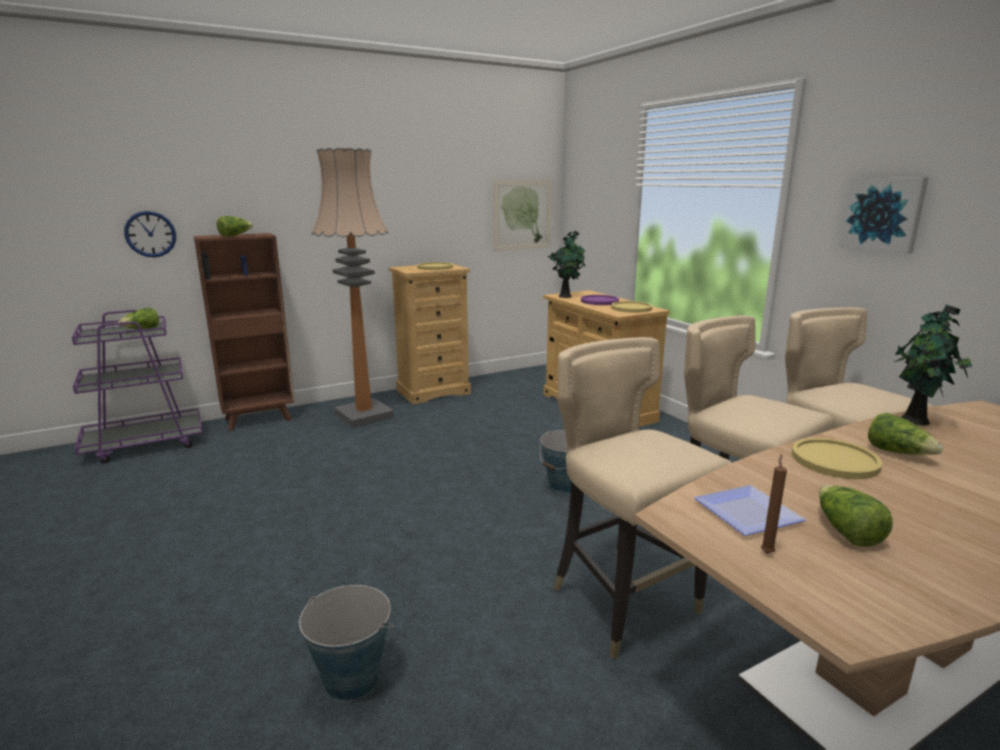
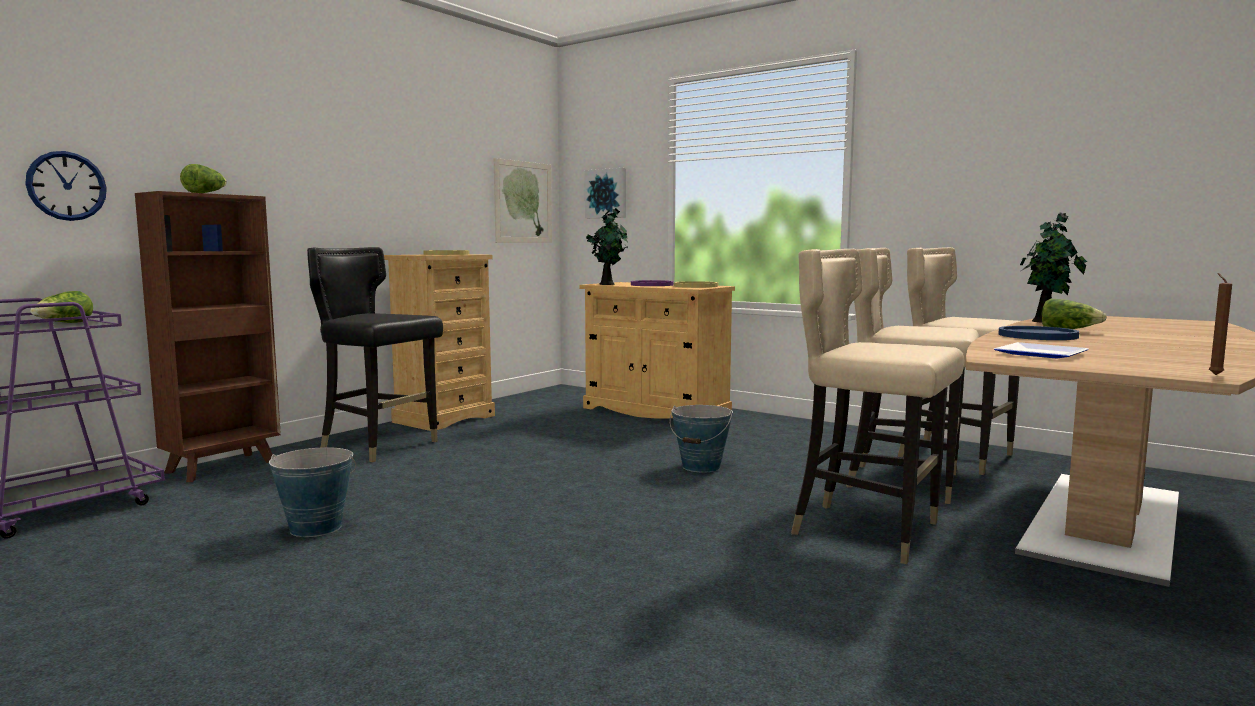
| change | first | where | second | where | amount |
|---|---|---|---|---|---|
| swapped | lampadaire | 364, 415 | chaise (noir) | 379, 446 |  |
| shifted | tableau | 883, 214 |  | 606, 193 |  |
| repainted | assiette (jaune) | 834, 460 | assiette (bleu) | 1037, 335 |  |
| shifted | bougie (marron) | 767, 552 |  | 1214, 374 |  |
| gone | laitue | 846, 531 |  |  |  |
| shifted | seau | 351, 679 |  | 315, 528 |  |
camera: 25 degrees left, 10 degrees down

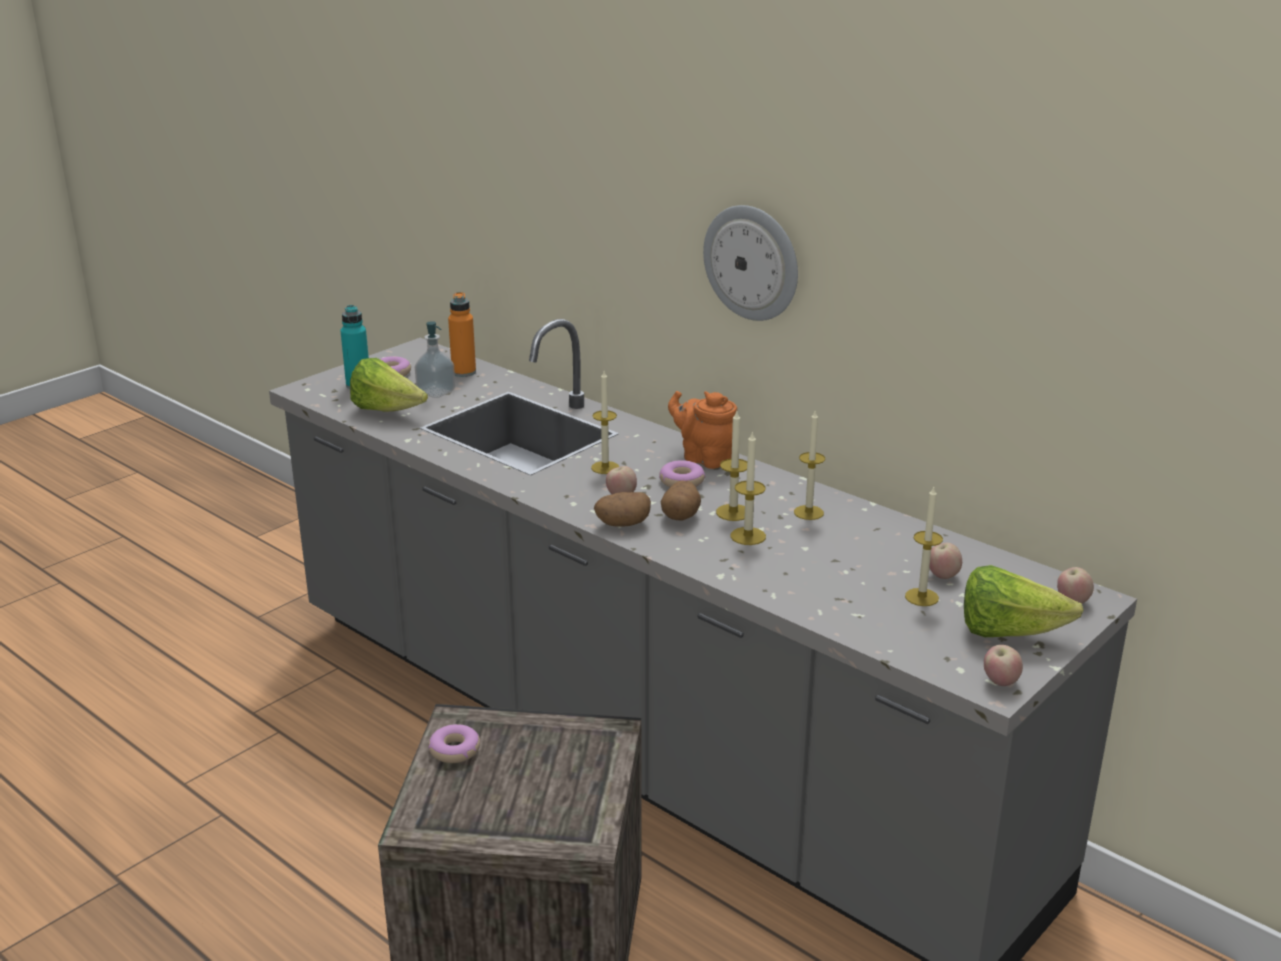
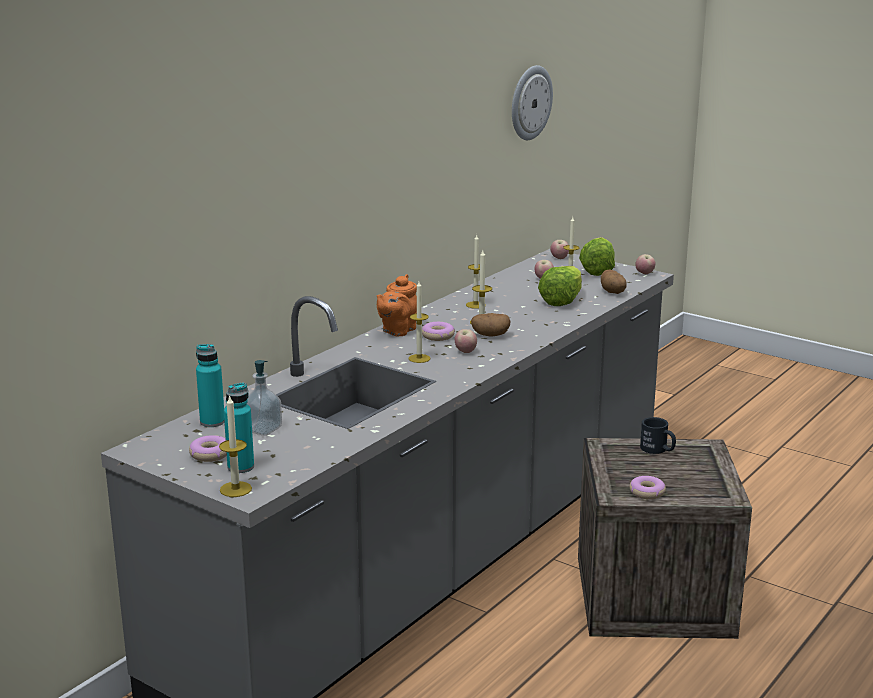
| change | first | where | second | where | amount |
|---|---|---|---|---|---|
| shifted | horloge murale | 752, 262 |  | 530, 102 |  |
| repainted | bouteille (orange) | 464, 372 | bouteille (turquoise) | 212, 422 |  |
| shifted | laitue | 387, 410 |  | 562, 301 |  |
| shifted | bougie | 748, 536 |  | 235, 489 |  |
| shifted | pomme de terre | 622, 524 |  | 613, 292 |  |
| new |  |  | mug (noir) | 658, 450 |  |
camera: 95 degrees left, 5 degrees down

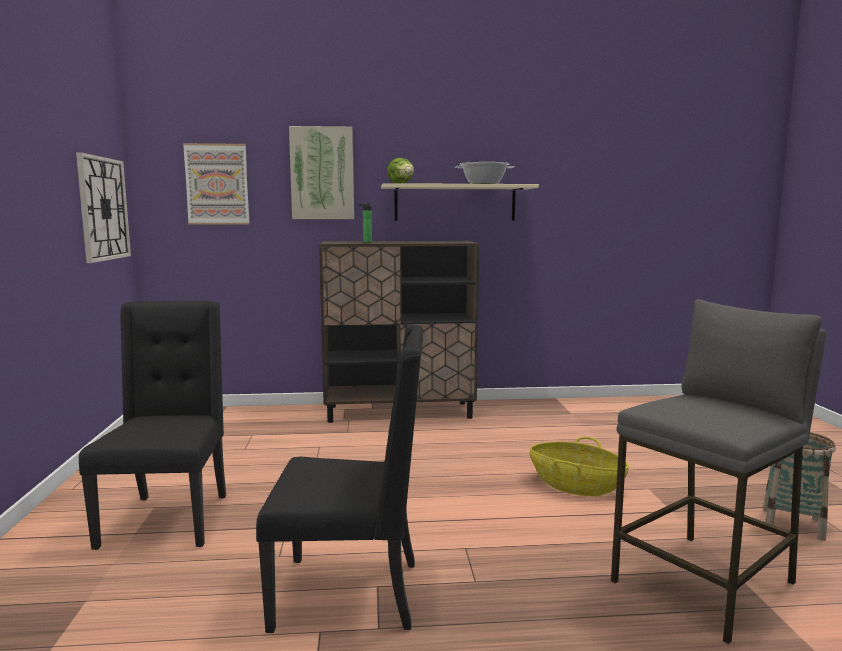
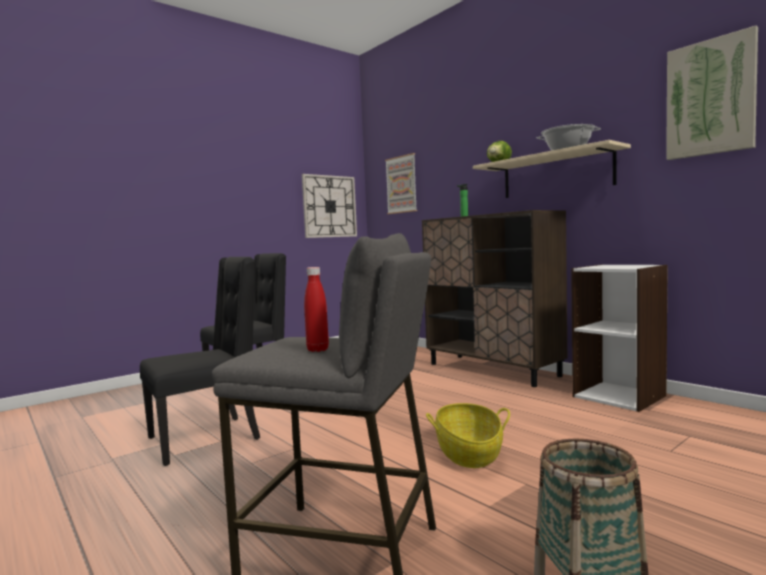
| change | first | where | second | where | amount |
|---|---|---|---|---|---|
| shifted | tableau | 322, 173 |  | 710, 98 |  |
| rotated | chaise (noir) | 351, 594 |  | 206, 438 | 90 degrees counterclockwise |
| new |  |  | bibliothèque (blanc) | 619, 396 |  |
| new |  |  | bouteille (rouge) | 317, 350 |  |
camera: 55 degrees right, 5 degrees down

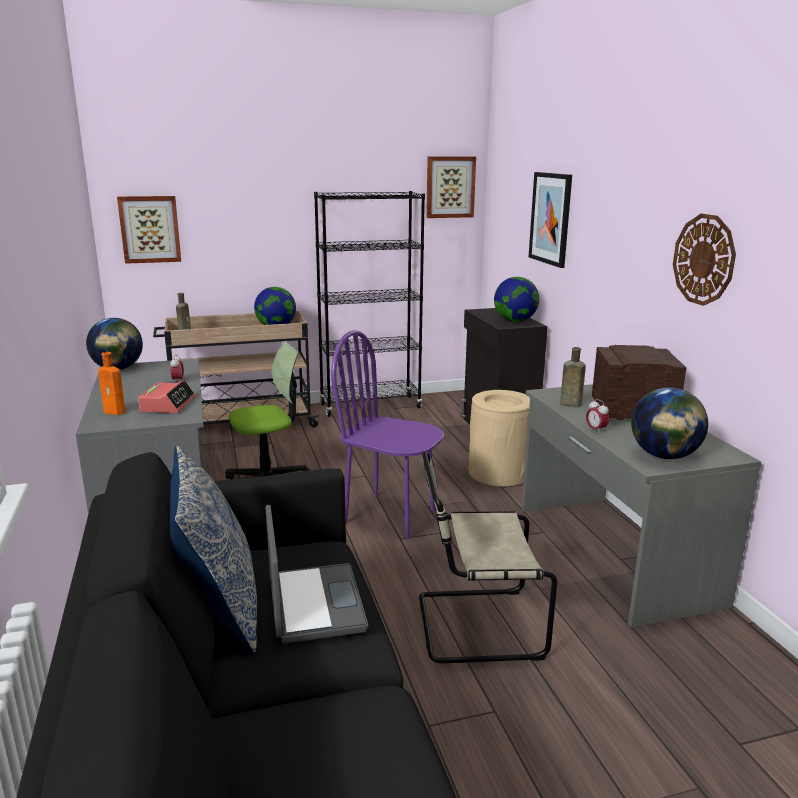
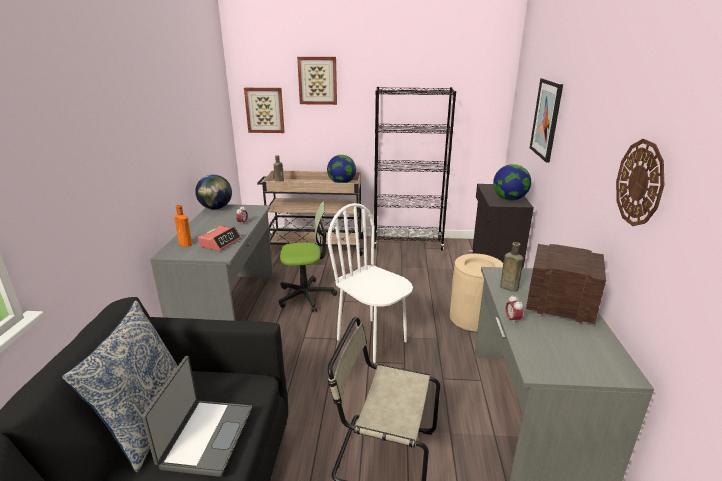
| change | first | where | second | where | amount |
|---|---|---|---|---|---|
| shifted | tableau | 450, 187 |  | 317, 80 |  |
| repainted | chaise (violet) | 390, 515 | chaise (blanc) | 372, 340 |  |
| gone | globe | 664, 456 |  |  |  |
camera: 20 degrees right, 5 degrees up

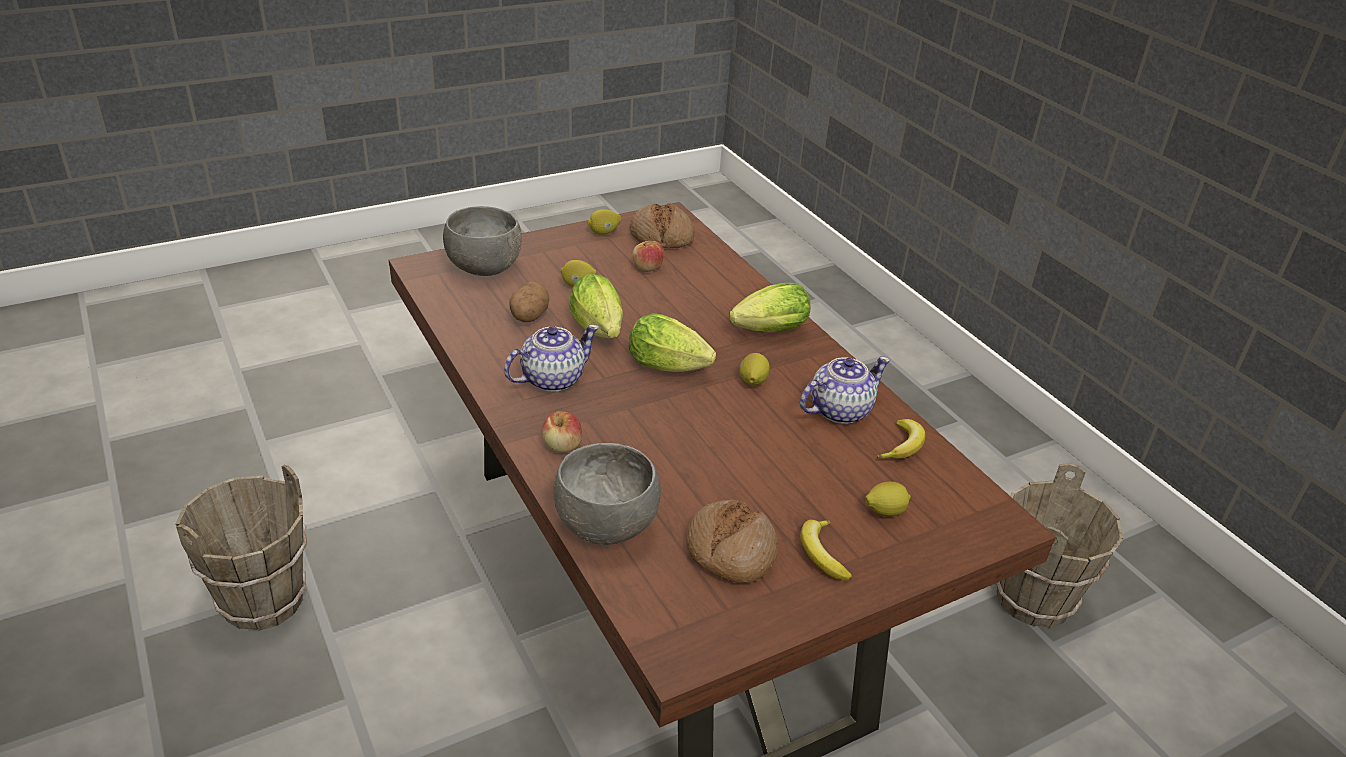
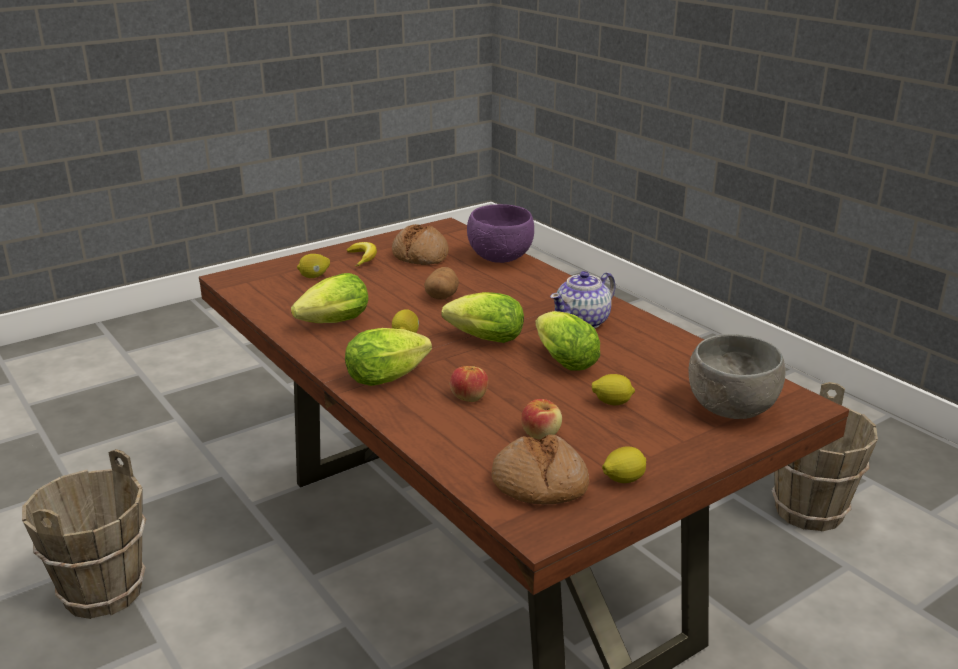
| change | first | where | second | where | amount |
|---|---|---|---|---|---|
| shifted | pomme de terre | 528, 317 |  | 442, 296 |  |
| swapped | théière | 838, 410 | laitue | 330, 324 |  |
| shifted | pomme | 562, 446 |  | 469, 397 |  |
| gone | banane | 903, 446 |  |  |  |
| repainted | bol (gris) | 608, 526 | bol (violet) | 499, 258 |  |
camera: 175 degrees right, 10 degrees down

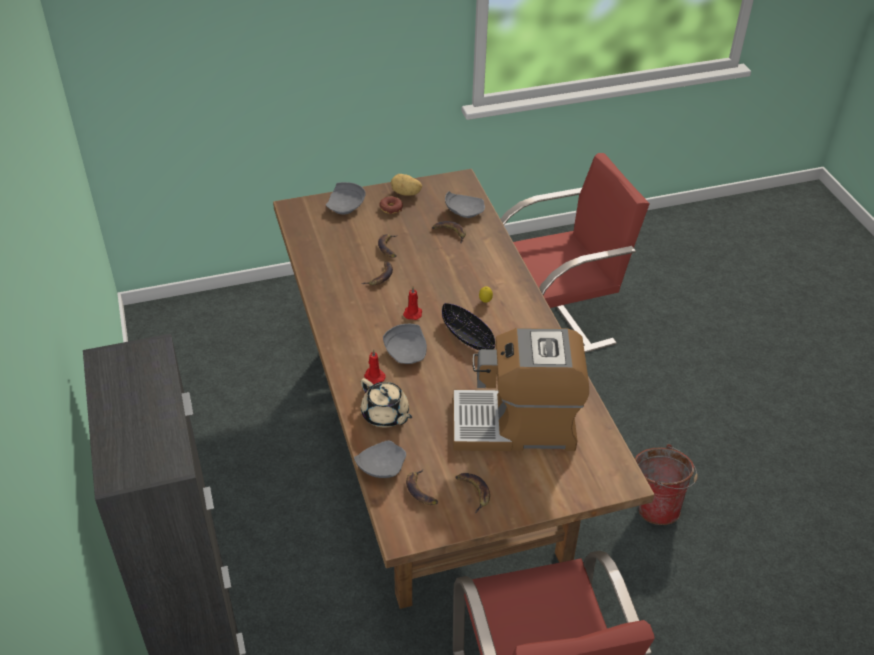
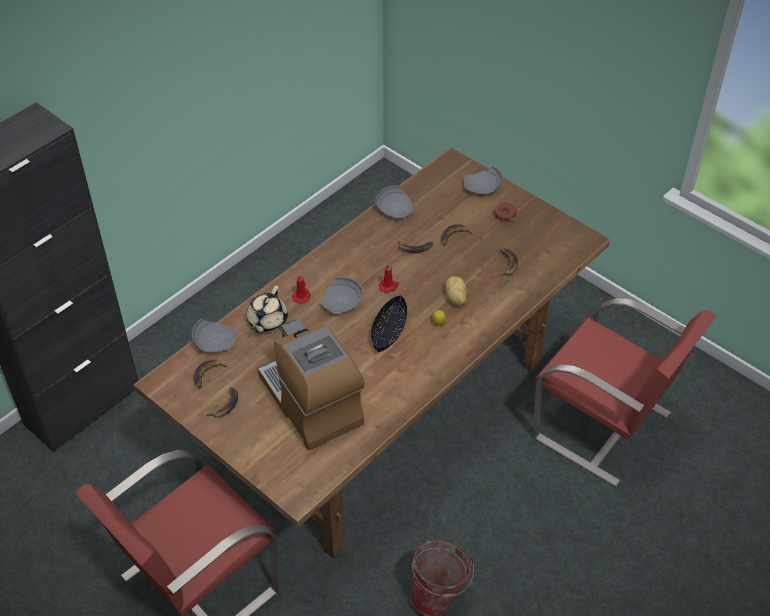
| change | first | where | second | where | amount |
|---|---|---|---|---|---|
| shifted | pomme de terre | 406, 193 |  | 455, 298 |  |
| shifted | assiette (gris) | 463, 211 |  | 395, 209 |  |
camera: 60 degrees right, 5 degrees up

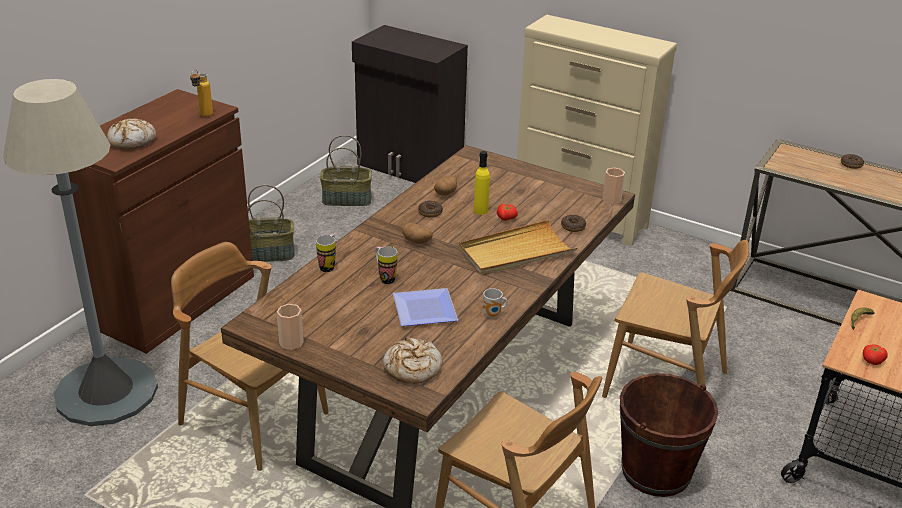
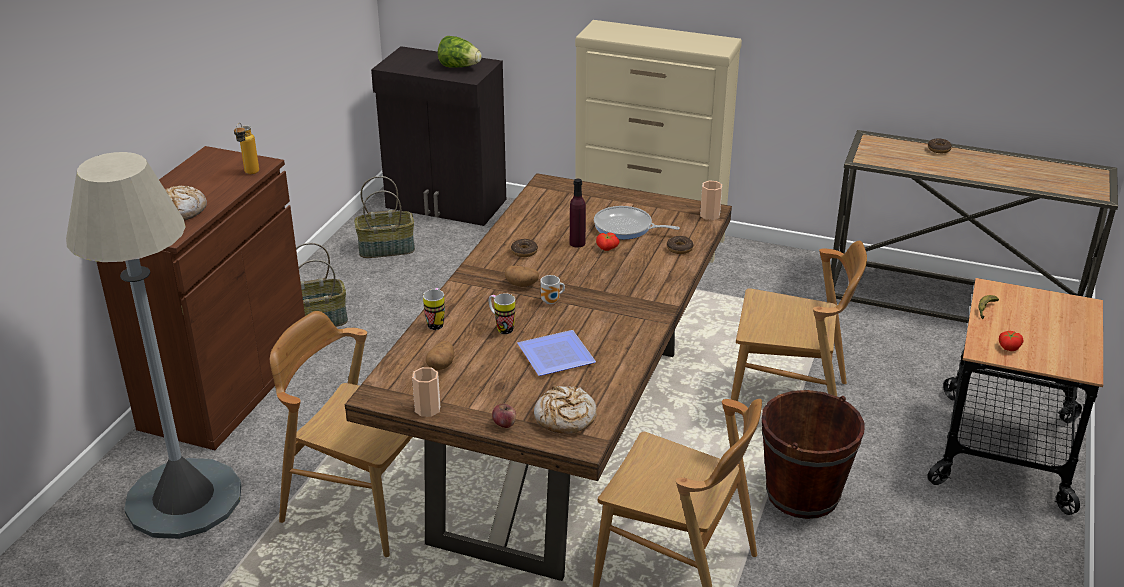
| change | first | where | second | where | amount |
|---|---|---|---|---|---|
| repainted | bouteille (jaune) | 480, 210 | bouteille (violet) | 577, 243 |  |
| shifted | pomme de terre | 446, 193 |  | 441, 365 |  |
| gone | plateau (beige) | 516, 252 |  |  |  |
| shifted | mug | 493, 315 |  | 552, 301 |  |
| new |  |  | laitue | 459, 67 |  |
| new |  |  | poêle | 626, 227 |  |
| new |  |  | pomme | 504, 424 |  |
camera: 10 degrees left, 0 degrees up

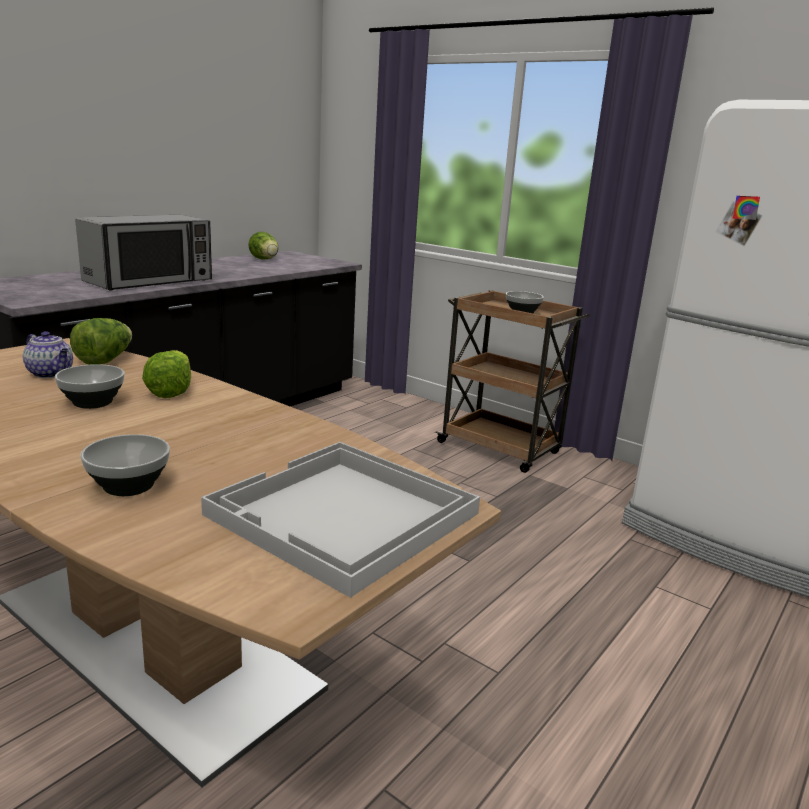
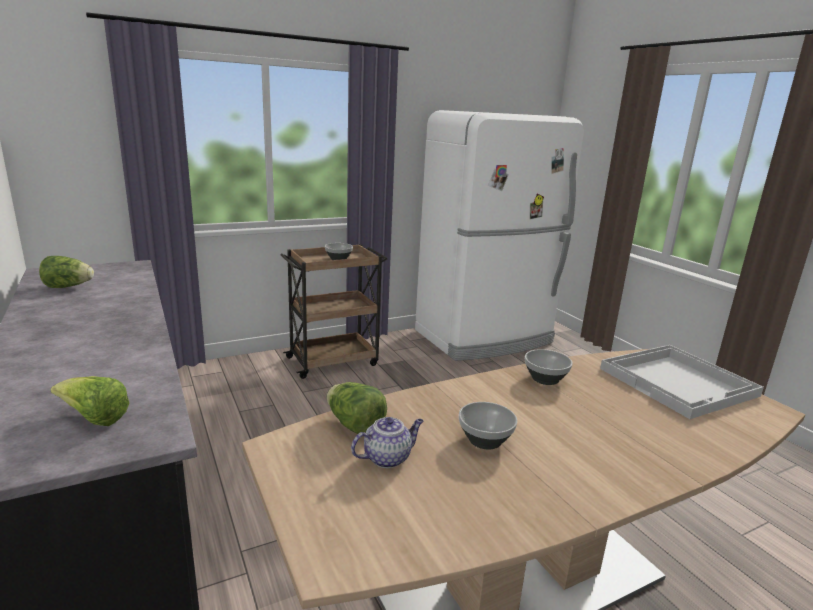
| change | first | where | second | where | amount |
|---|---|---|---|---|---|
| gone | micro-ondes | 150, 281 |  |  |  |
| shifted | laitue | 171, 391 |  | 94, 418 |  |
| shifted | bol | 128, 486 |  | 544, 379 |  |
camera: 65 degrees left, 0 degrees up

